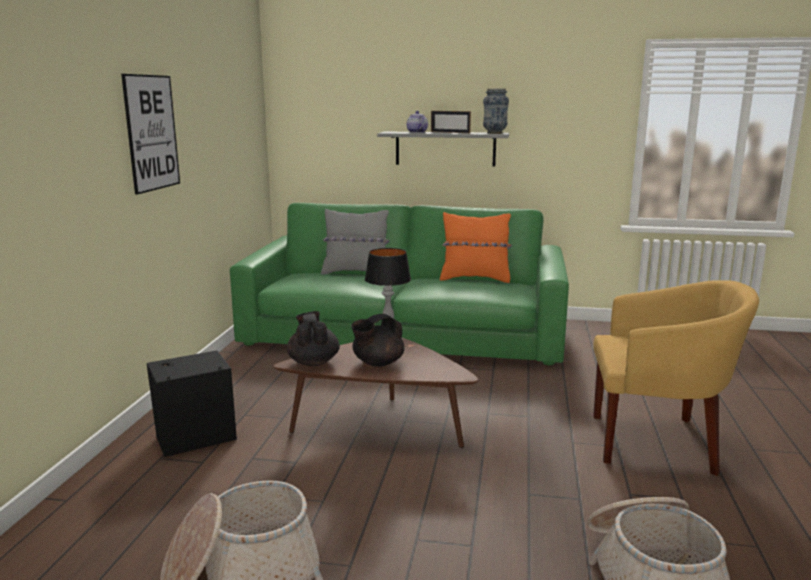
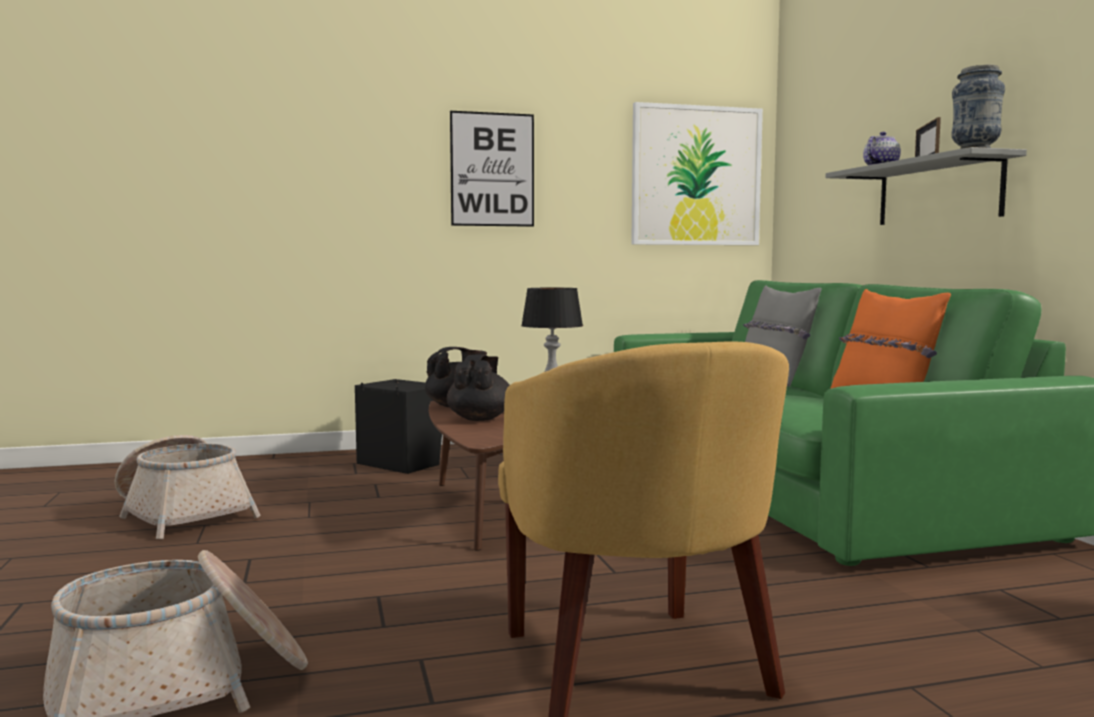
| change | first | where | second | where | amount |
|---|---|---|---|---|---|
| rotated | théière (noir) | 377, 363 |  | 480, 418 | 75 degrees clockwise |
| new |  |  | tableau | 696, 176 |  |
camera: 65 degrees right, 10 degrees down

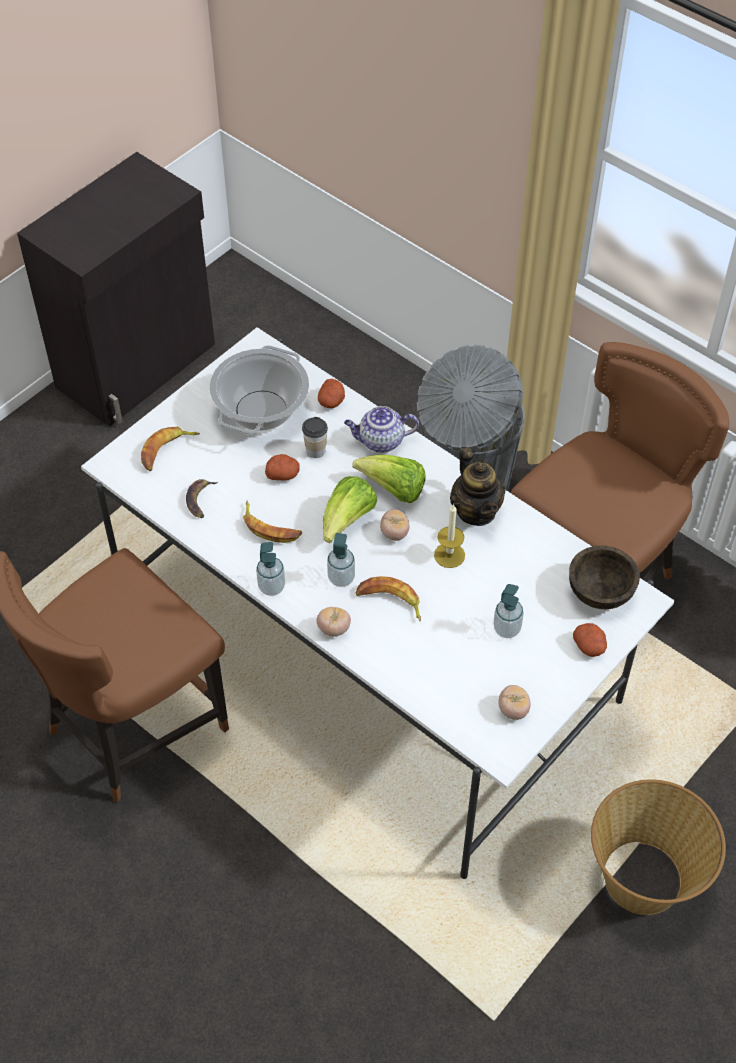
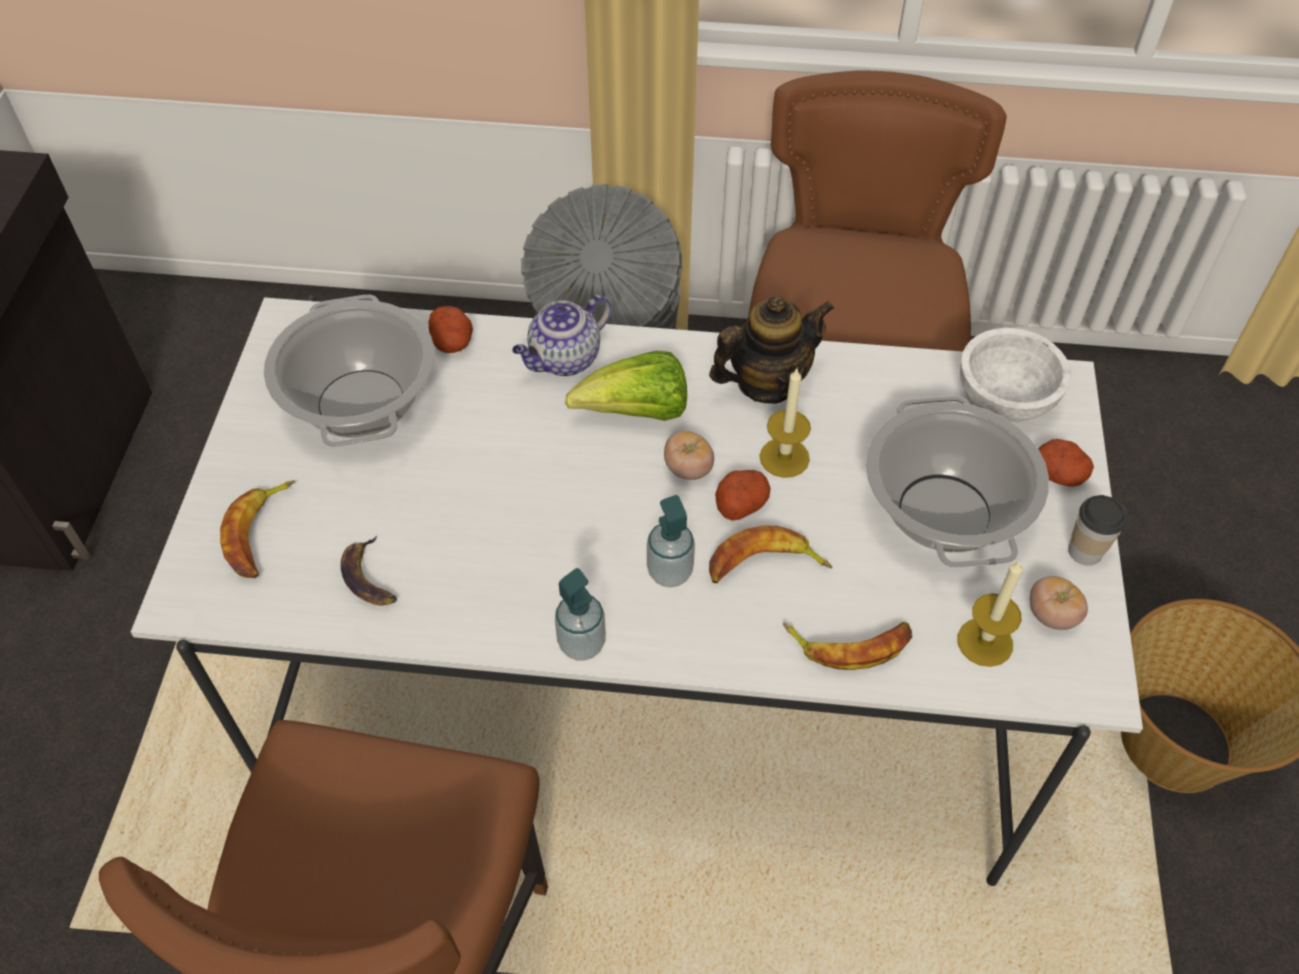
| change | first | where | second | where | amount |
|---|---|---|---|---|---|
| shifted | tasse | 315, 450 |  | 1085, 551 |  |
| rotated | théière | 476, 511 |  | 766, 383 | 60 degrees counterclockwise |
| shifted | pomme de terre | 283, 474 |  | 741, 503 |  |
| gone | laitue | 347, 521 |  |  |  |
| shifted | banane | 270, 527 |  | 850, 644 |  |
| repainted | bol (marron) | 600, 591 | bol (blanc) | 1004, 399 |  |
| swapped | distributeur de savon | 506, 629 | marmite | 942, 512 |  |
| gone | tomate | 333, 629 |  |  |  |
| new |  |  | bougie | 985, 642 |  |
camera: 35 degrees left, 0 degrees up

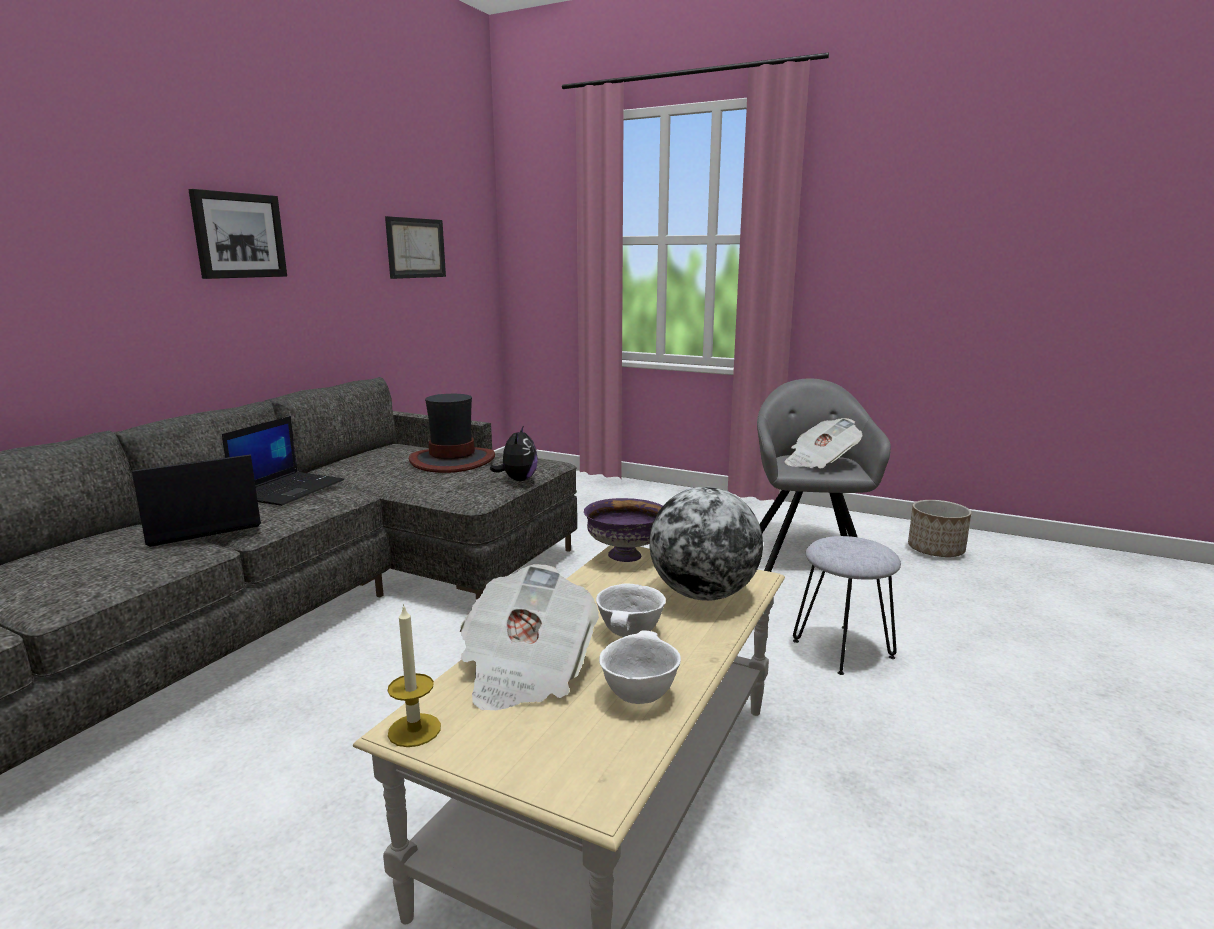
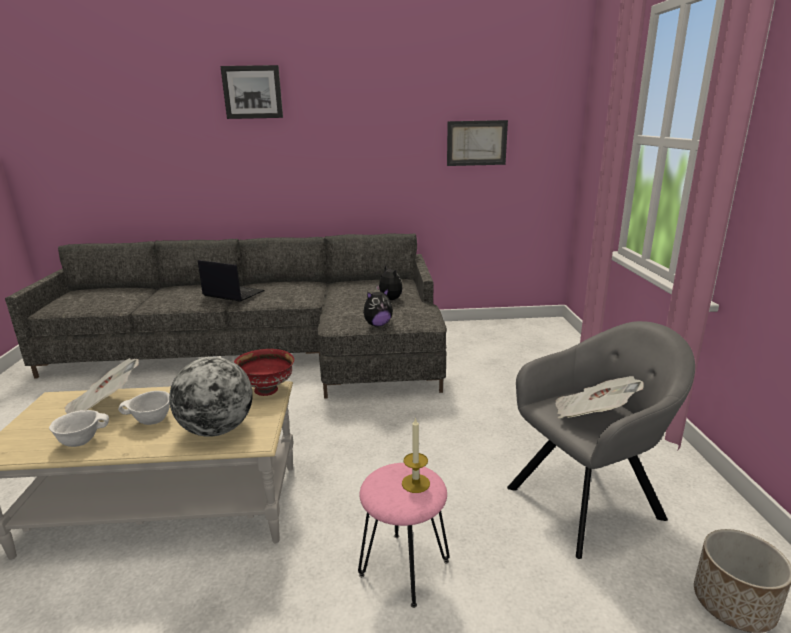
| change | first | where | second | where | amount |
|---|---|---|---|---|---|
| shifted | tableau | 238, 235 |  | 252, 92 |  |
| swapped | chapeau | 452, 460 | peluche | 389, 299 |  |
| gone | ordinateur portable | 289, 489 |  |  |  |
| repainted | bol (violet) | 625, 555 | bol (rouge) | 267, 390 |  |
| repainted | tabouret (gris) | 843, 649 | tabouret (rose) | 404, 568 |  |
| shifted | bougie | 414, 730 |  | 415, 483 |  |
camera: 60 degrees right, 5 degrees up

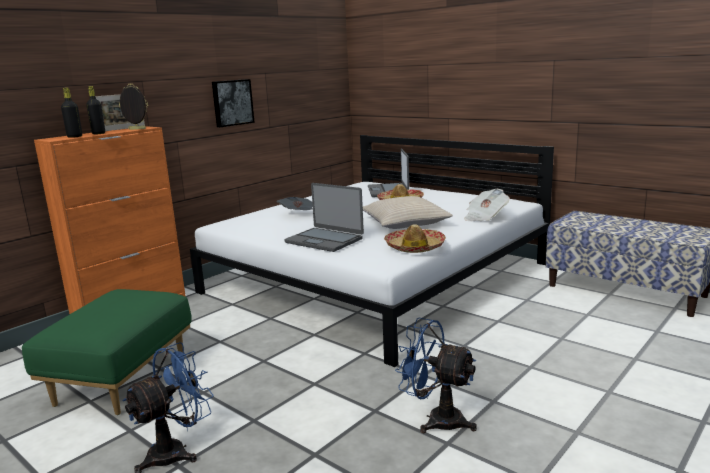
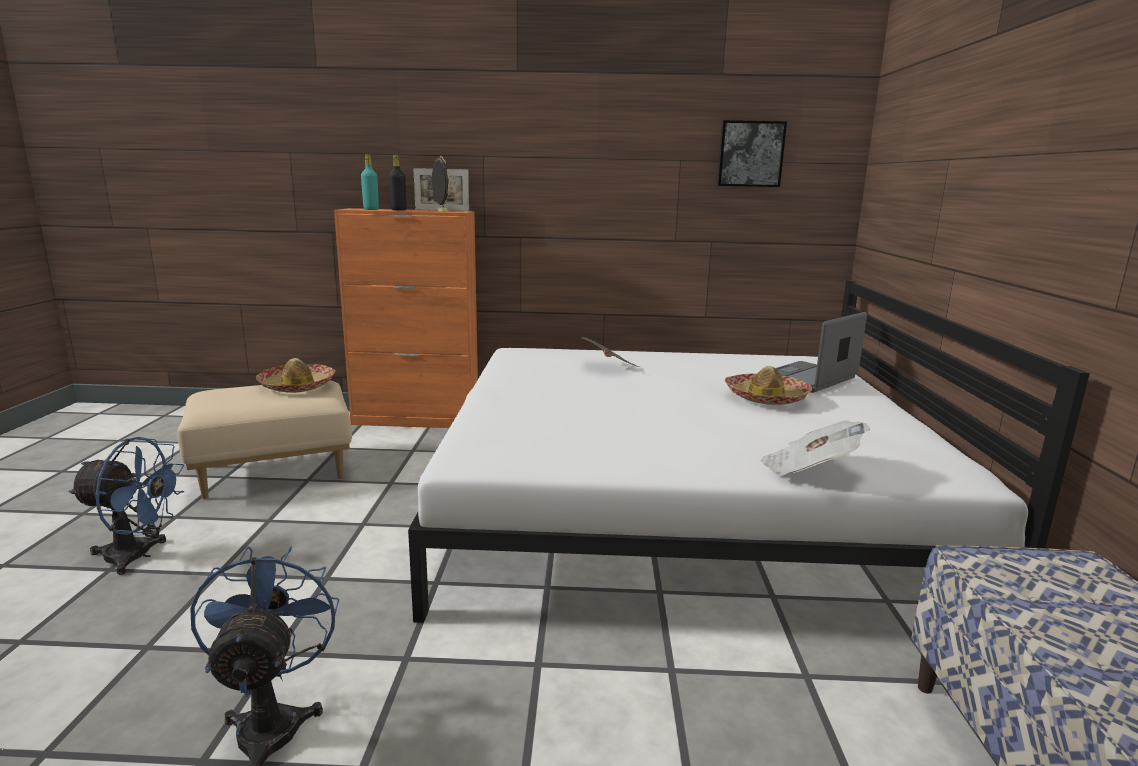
| change | first | where | second | where | amount |
|---|---|---|---|---|---|
| shifted | tableau | 232, 102 |  | 750, 154 |  |
| repainted | bouteille (noir) | 74, 136 | bouteille (turquoise) | 371, 209 |  |
| gone | ordinateur portable | 324, 240 |  |  |  |
| gone | coussin (beige) | 405, 223 |  |  |  |
| shifted | chapeau | 414, 247 |  | 297, 386 |  |
| repainted | pouf (vert) | 121, 379 | pouf (beige) | 275, 472 |  |
camera: 50 degrees right, 0 degrees up

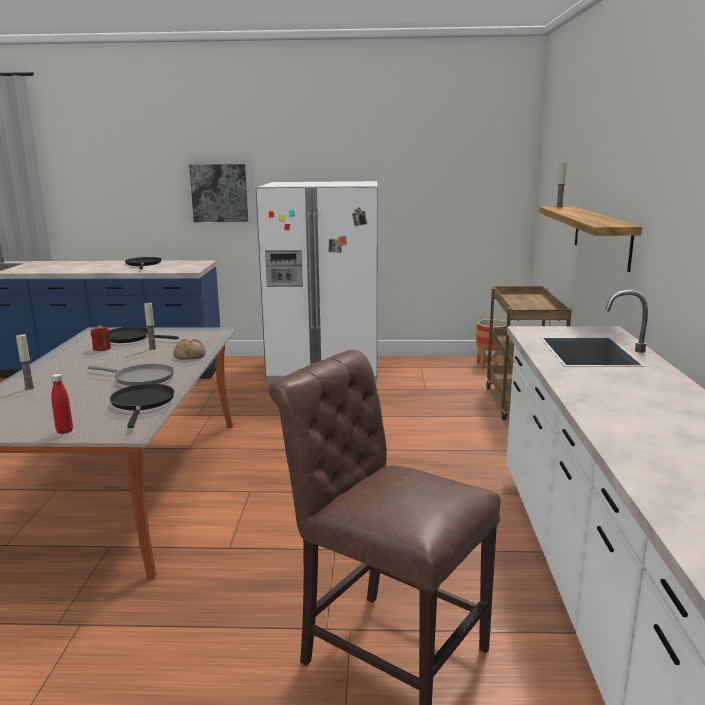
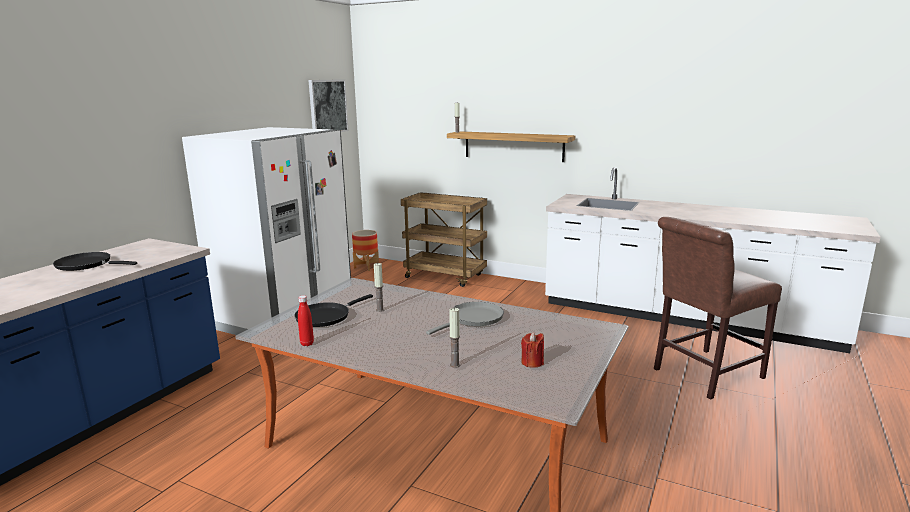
| change | first | where | second | where | amount |
|---|---|---|---|---|---|
| shifted | tableau | 219, 193 |  | 328, 106 |  |
| shifted | bougie (rouge) | 102, 349 |  | 532, 362 |  |
| gone | pain | 190, 356 |  |  |  |
| shifted | bouteille (rouge) | 64, 431 |  | 307, 344 |  |
| gone | poêle (noir) | 142, 403 |  |  |  |
camera: 65 degrees left, 0 degrees up

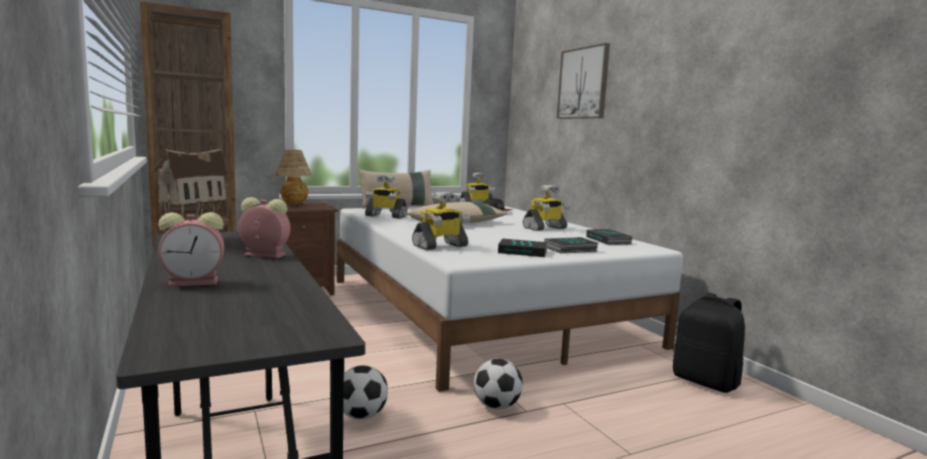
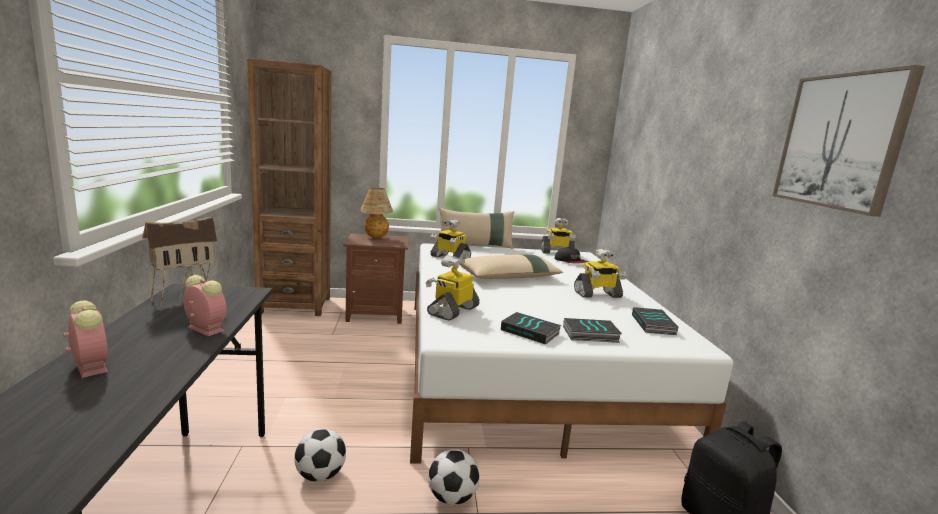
| change | first | where | second | where | amount |
|---|---|---|---|---|---|
| shifted | tableau | 583, 83 |  | 840, 141 |  |
| rotated | robot jouet | 440, 246 |  | 452, 311 | 135 degrees clockwise |
| rotated | réveil | 196, 282 |  | 90, 366 | 135 degrees counterclockwise |
camera: 20 degrees right, 5 degrees up

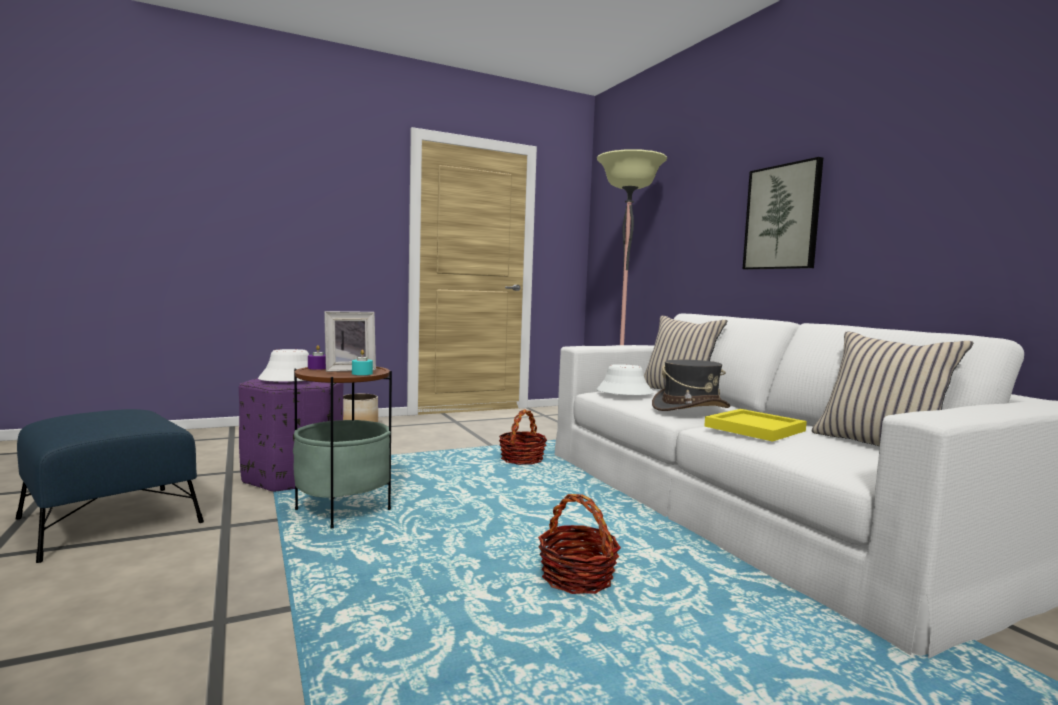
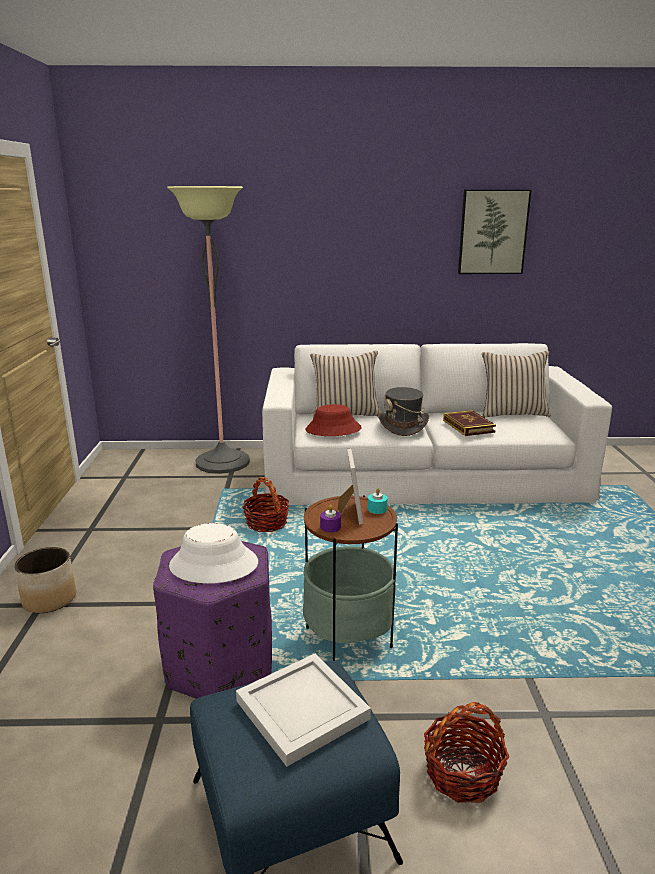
| change | first | where | second | where | amount |
|---|---|---|---|---|---|
| shifted | tableau | 782, 217 |  | 493, 232 |  |
| repainted | chapeau (blanc) | 624, 392 | chapeau (rouge) | 333, 429 |  |
| swapped | plateau (jaune) | 756, 428 | livre | 468, 426 |  |
| shifted | panier | 577, 578 |  | 462, 773 |  |
| new |  |  | plateau (blanc) | 300, 709 |  |
camera: 65 degrees left, 15 degrees up

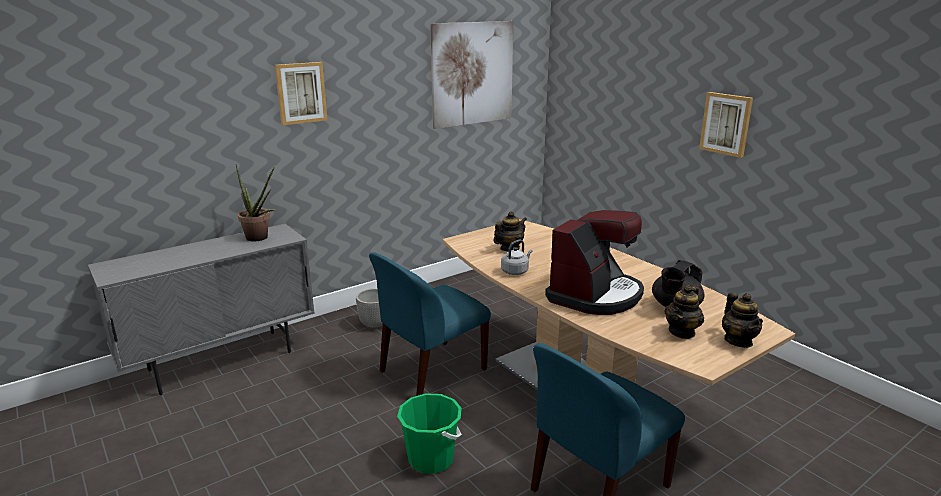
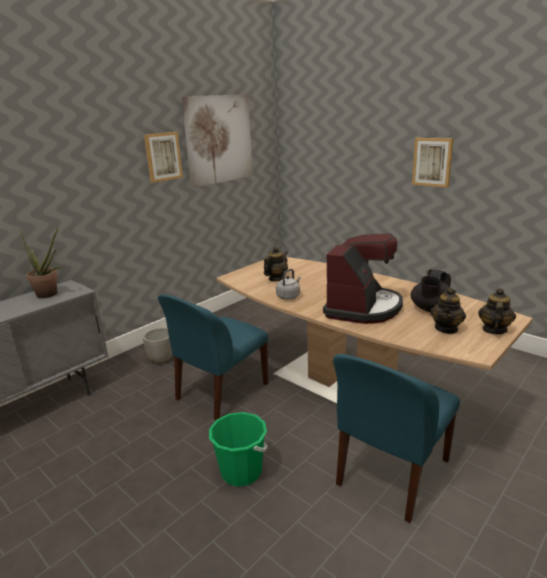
| change | first | where | second | where | amount |
|---|---|---|---|---|---|
| shifted | tableau | 301, 93 |  | 163, 156 |  |
| rotated | théière | 738, 341 |  | 494, 330 | 135 degrees counterclockwise |
camera: 10 degrees left, 0 degrees up

